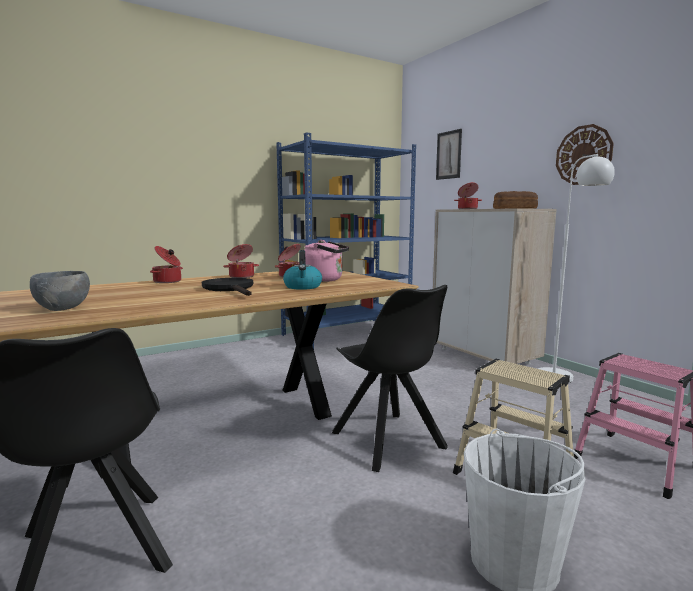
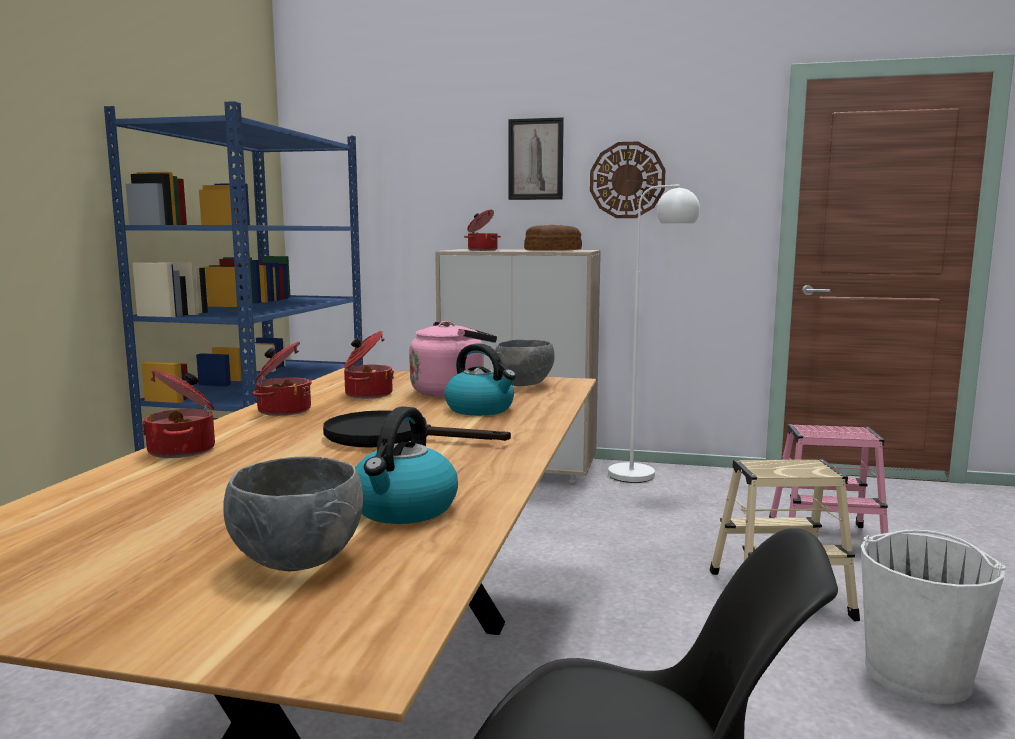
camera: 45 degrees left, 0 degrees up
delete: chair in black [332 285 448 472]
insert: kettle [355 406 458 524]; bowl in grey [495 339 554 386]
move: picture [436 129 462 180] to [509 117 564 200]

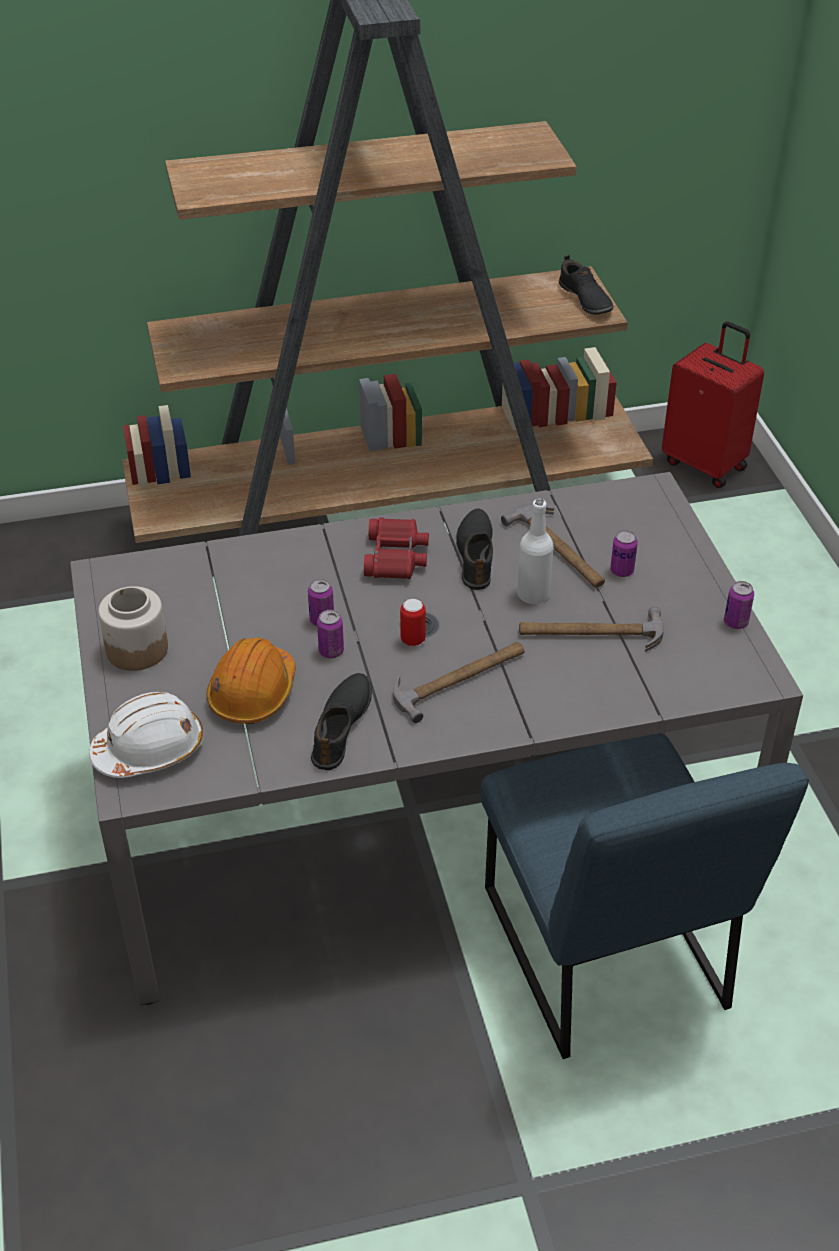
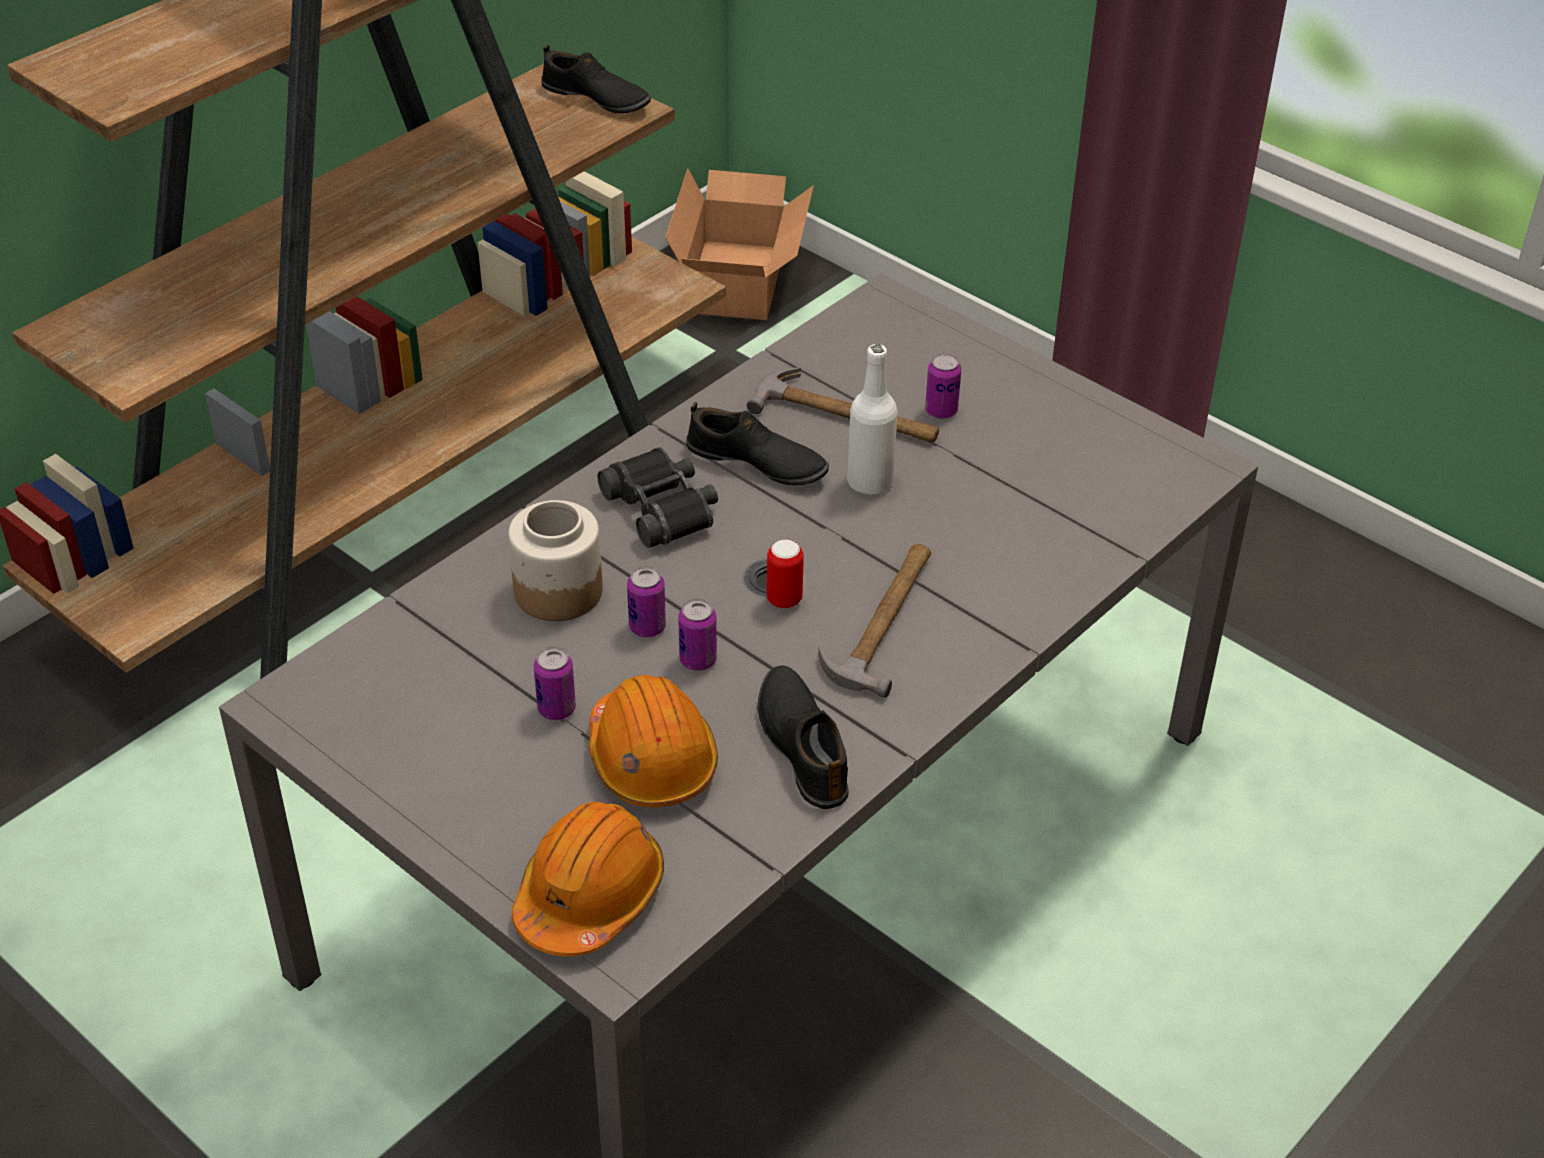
camera: 35 degrees left, 0 degrees up
delete: chair in blue [480 733 809 1059]; hammer [519 607 664 652]
move: jar [98 586 168 671] to [508 500 603 621]; can [724 581 754 629] to [534 647 576 720]
replace: suitcase in red [662 321 764 488] to cardboard box [665 168 814 320]
recolor: hard hat in white [89 692 204 778] to hard hat in orange [512 802 664 956]; binoculars in red [364 517 429 579] to binoculars in black [598 447 718 548]
rotate: shoe in black [456 509 493 590] = [686 402 829 485] 150 degrees clockwise

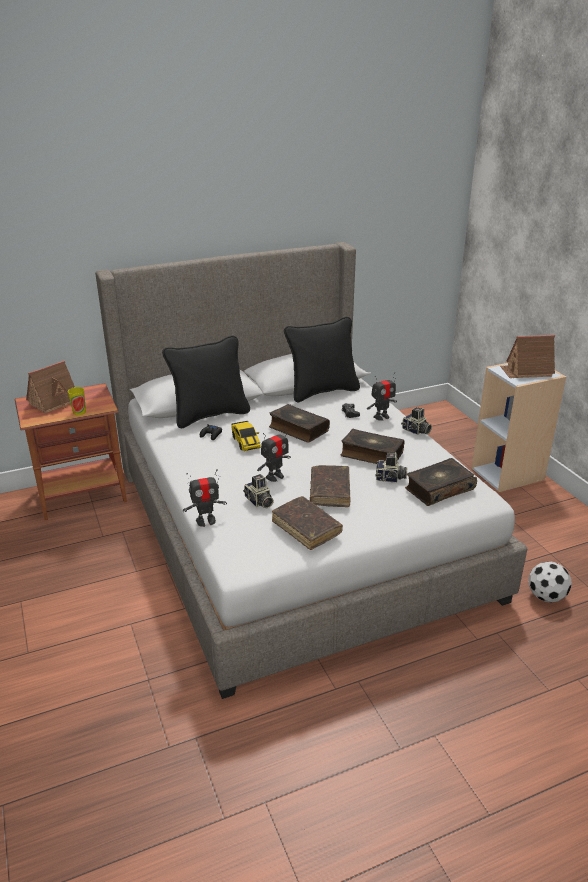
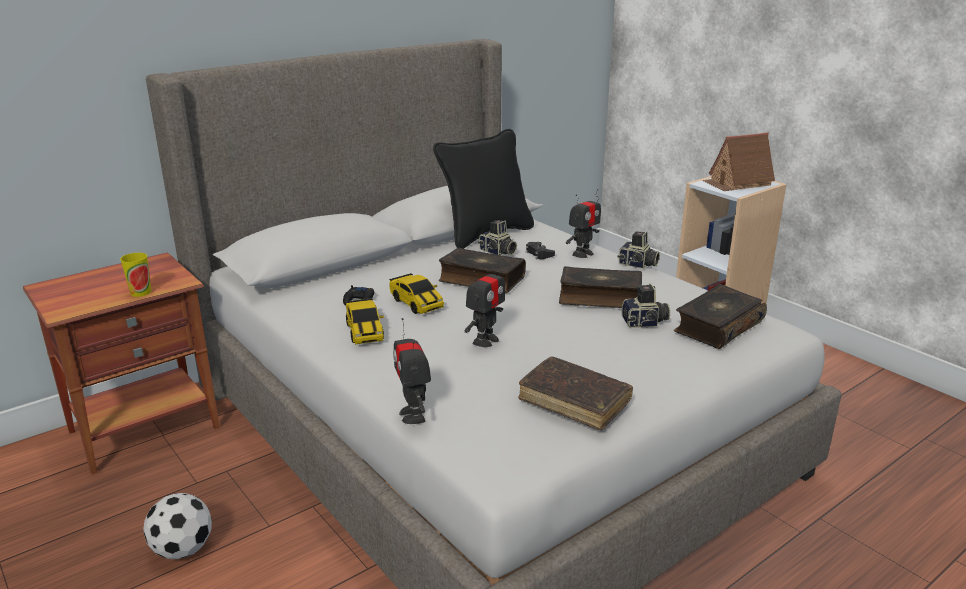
camera: 15 degrees left, 5 degrees down
delete: toy house [26 361 75 413]; pillow in black [162 336 250 428]; book in brown [310 465 351 507]
insert: toy car [345 298 384 344]
move: football [528 561 572 603] to [143 493 212 559]; photo camera [243 474 274 508] to [478 220 517 255]
rotate: toy robot [183 473 227 527] = [393 318 431 424] 105 degrees clockwise

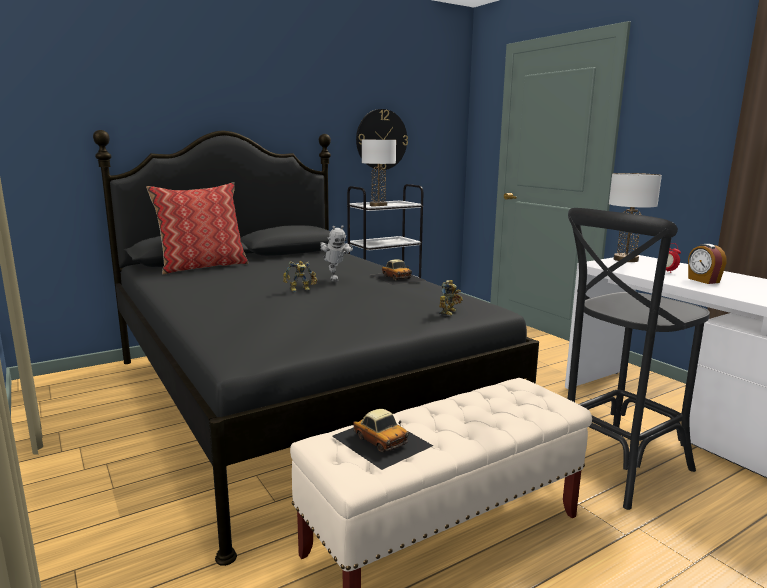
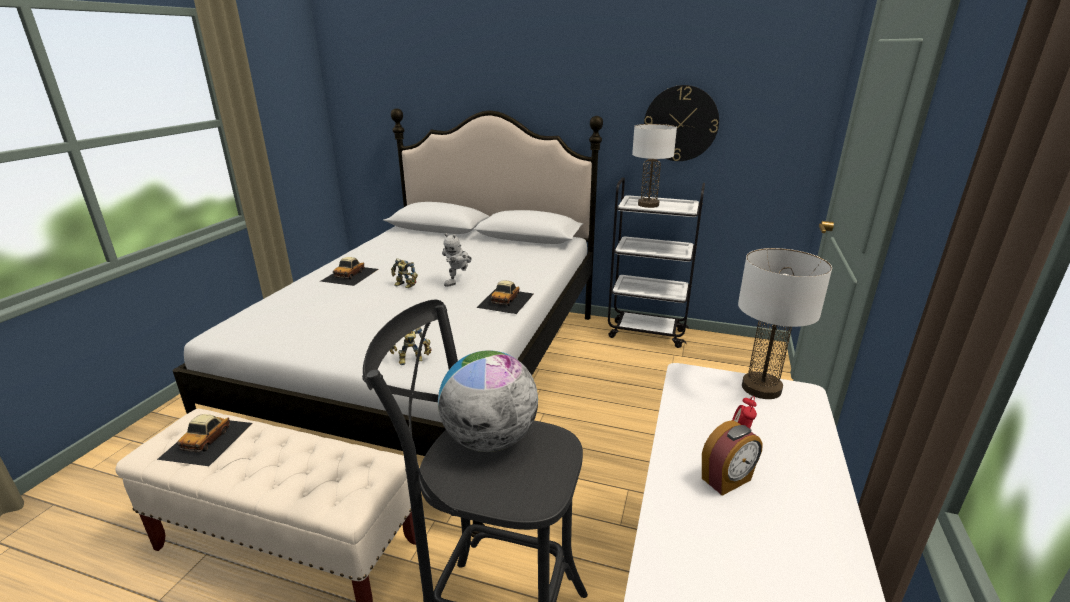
camera: 50 degrees right, 10 degrees up
delete: pillow [146 182 248 275]
insert: toy car [320 257 378 286]; globe [438 350 538 452]
recolor: bed in black [93 130 539 566] to bed in white [172 108 603 538]
rotate: alarm clock [688 244 726 284] = [702 420 763 496] 150 degrees counterclockwise

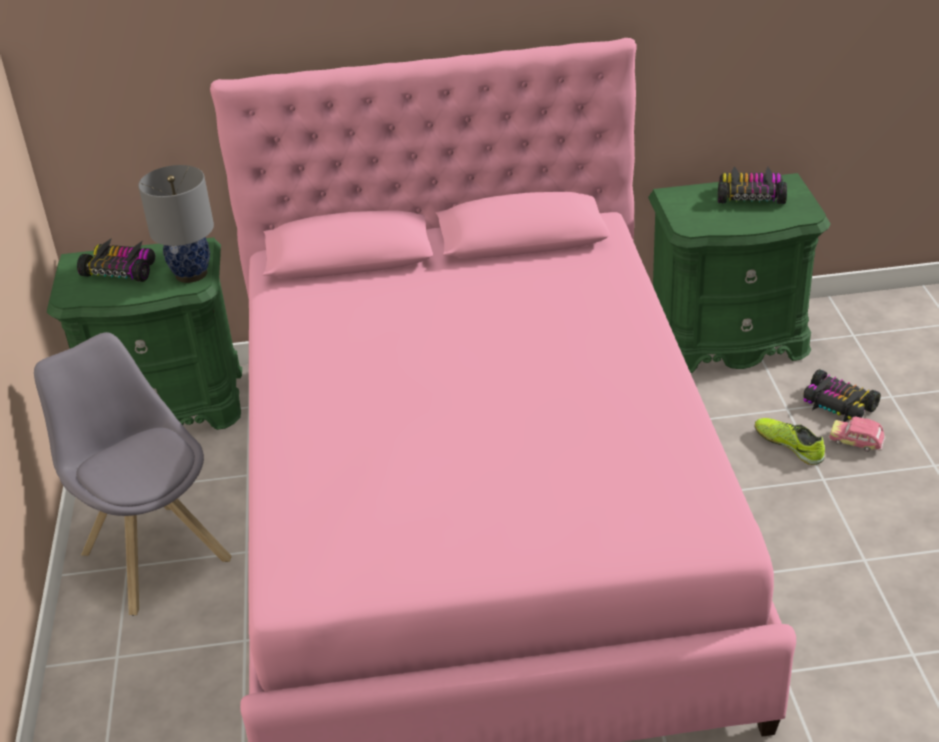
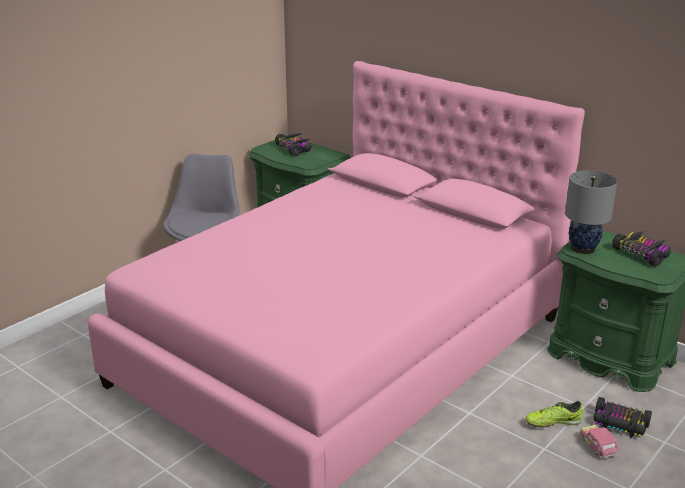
camera: 45 degrees right, 10 degrees down
move: table lamp in grey [138 165 214 283] to [565 171 617 254]
rotate: shoe [755 418 825 465] = [525 401 583 428] 105 degrees counterclockwise; toy car [803 369 881 422] = [594 397 652 439] 60 degrees counterclockwise

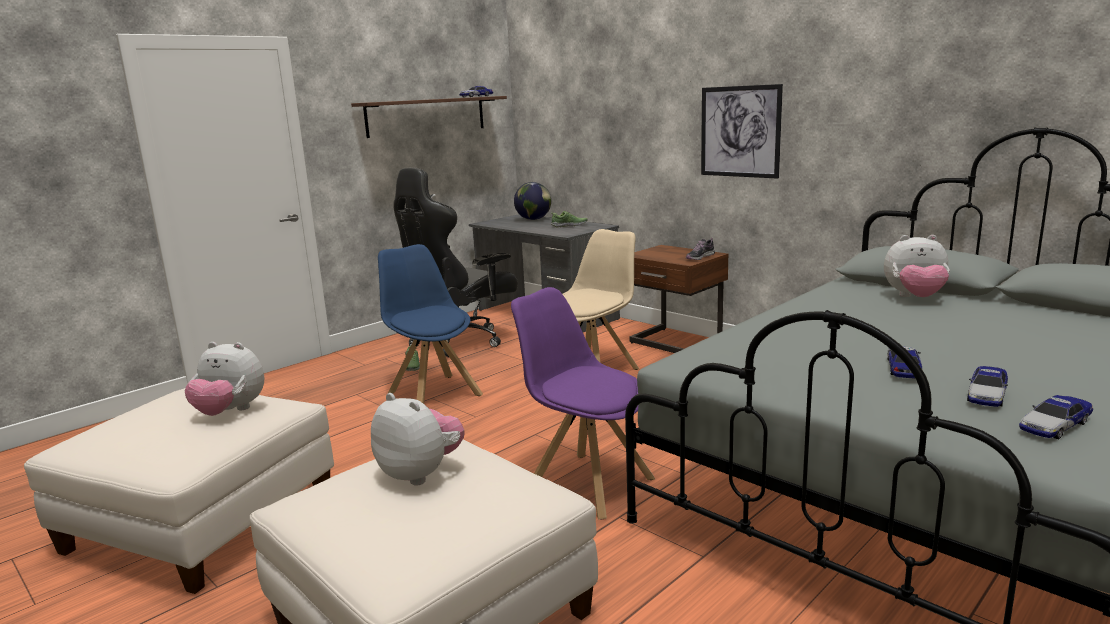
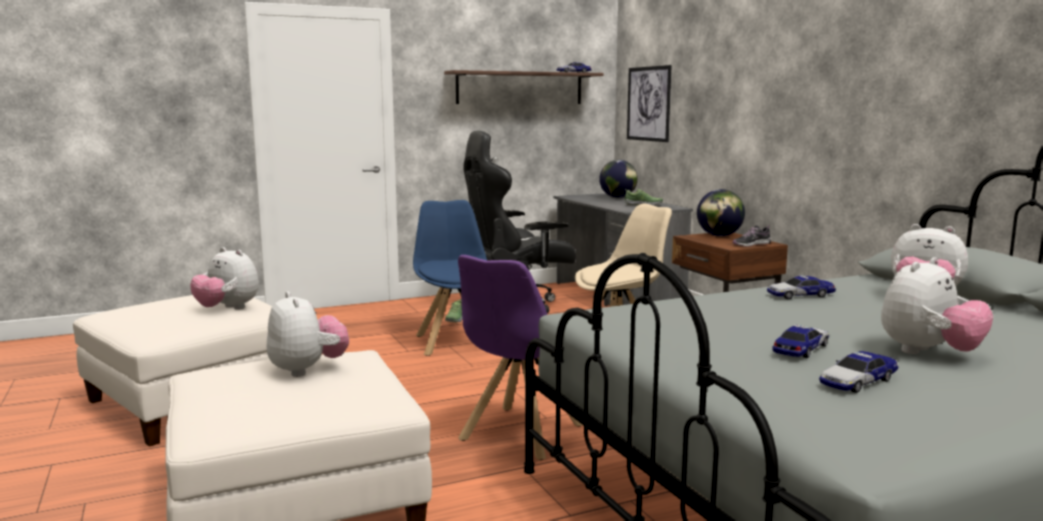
camera: 20 degrees right, 5 degrees down
insert: globe [697 189 745 236]; plush toy [881 257 993 354]
move: picture [701 84 783 179] to [627 65 672 142]; toy car [1019 395 1093 439] to [767 275 836 299]
rotate: chair in purple [511 287 655 519] = [458 255 583 460] 120 degrees counterclockwise

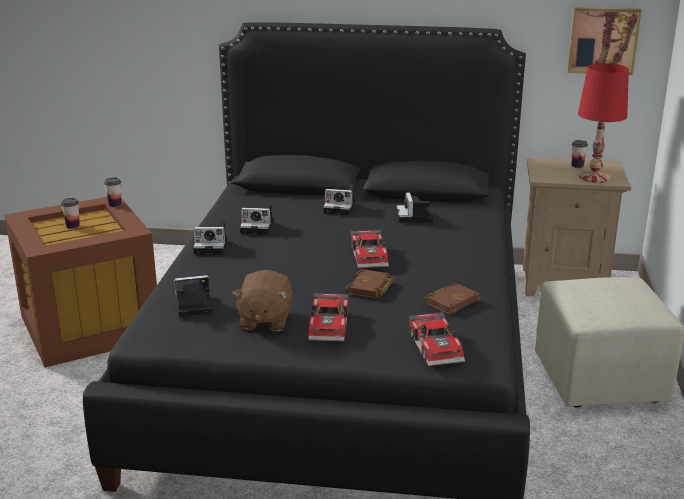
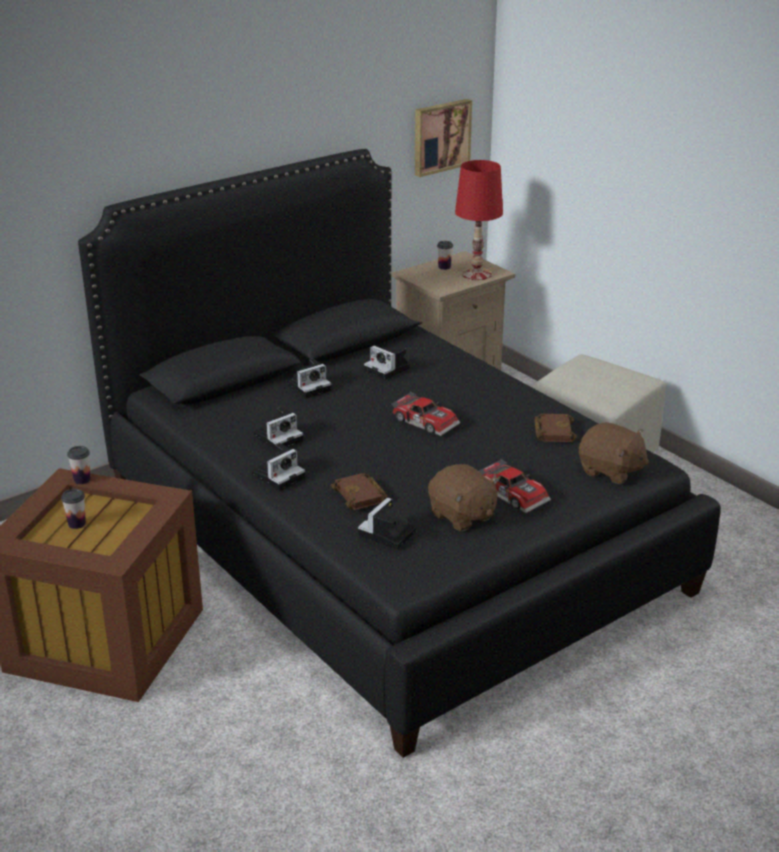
camera: 45 degrees left, 5 degrees up
move: book in brown [345 269 394 299] to [331 473 388 510]
replace: toy car [409 311 465 366] to plush toy in brown [579 422 649 484]

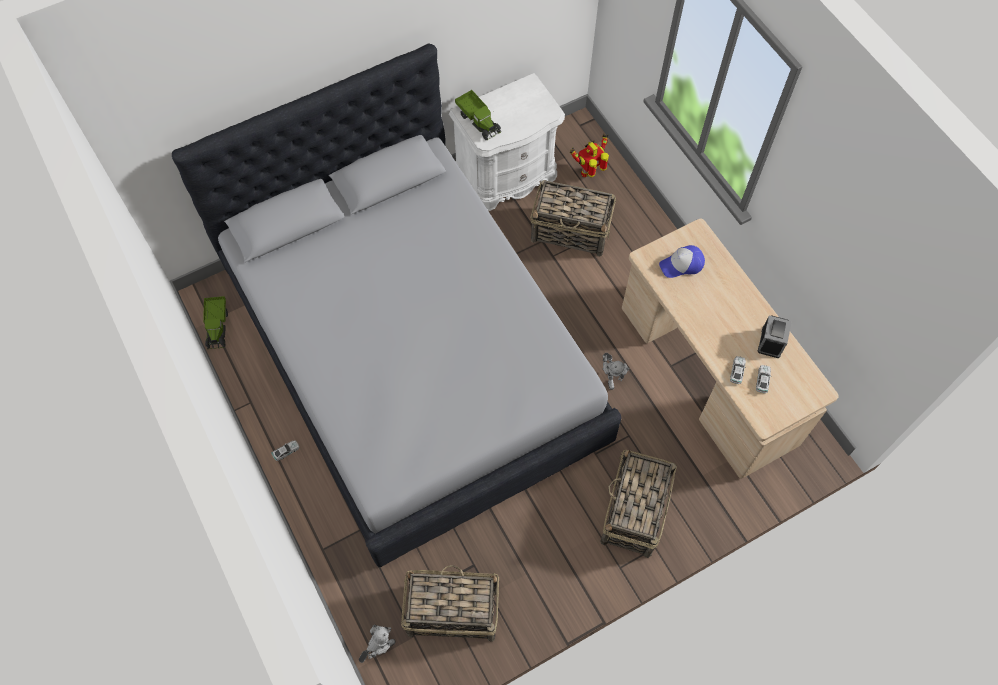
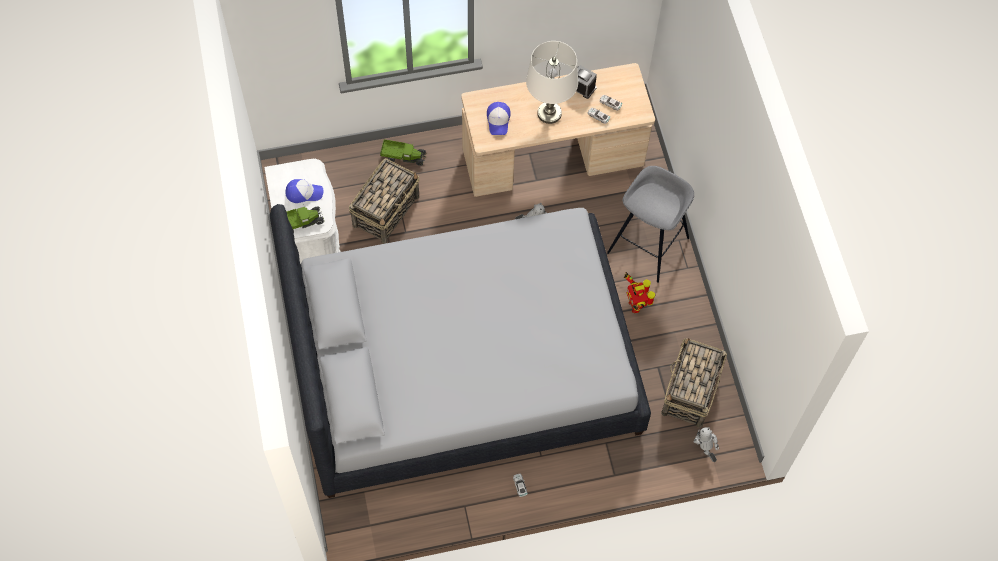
camera: 75 degrees left, 0 degrees up
insert: cap [285 179 323 203]; table lamp in white [526 41 578 124]
move: toy truck [203 296 228 349] to [380 139 426 166]; toy robot [569 134 609 177] to [624 272 655 313]
replace: basket [600 450 677 558] to stool in grey [607 166 694 283]

